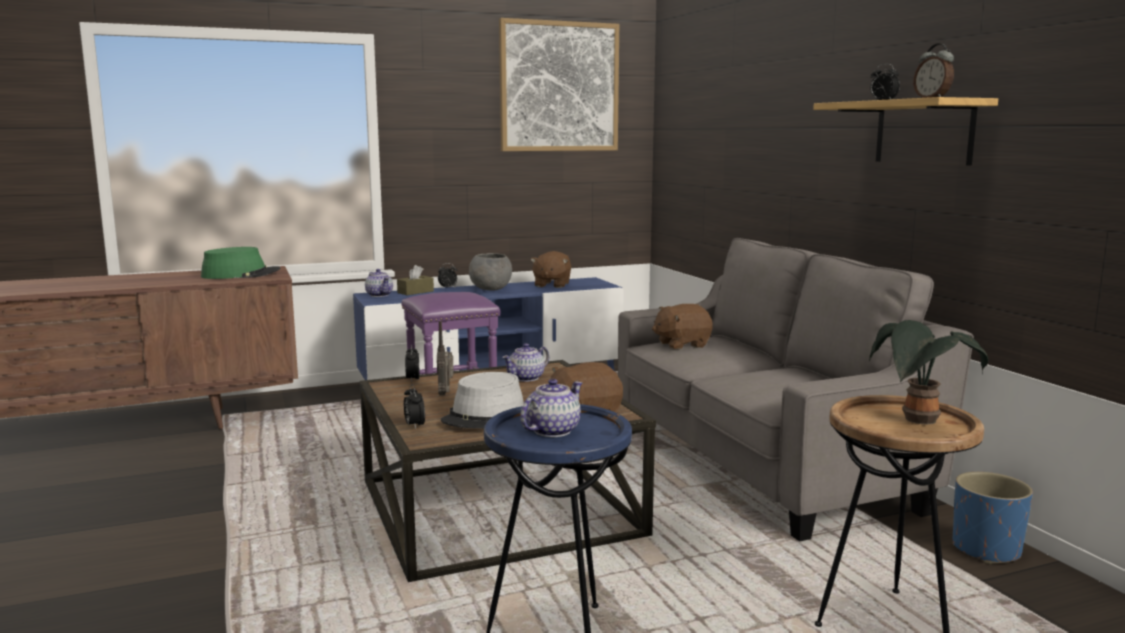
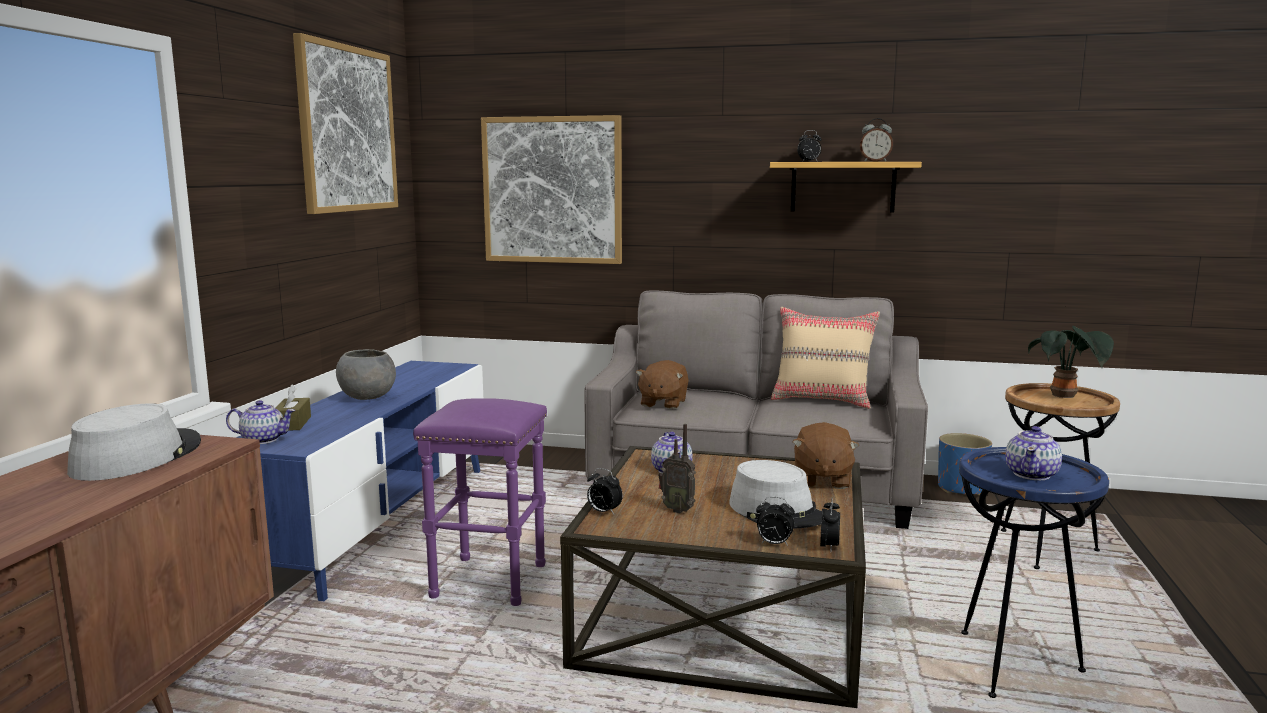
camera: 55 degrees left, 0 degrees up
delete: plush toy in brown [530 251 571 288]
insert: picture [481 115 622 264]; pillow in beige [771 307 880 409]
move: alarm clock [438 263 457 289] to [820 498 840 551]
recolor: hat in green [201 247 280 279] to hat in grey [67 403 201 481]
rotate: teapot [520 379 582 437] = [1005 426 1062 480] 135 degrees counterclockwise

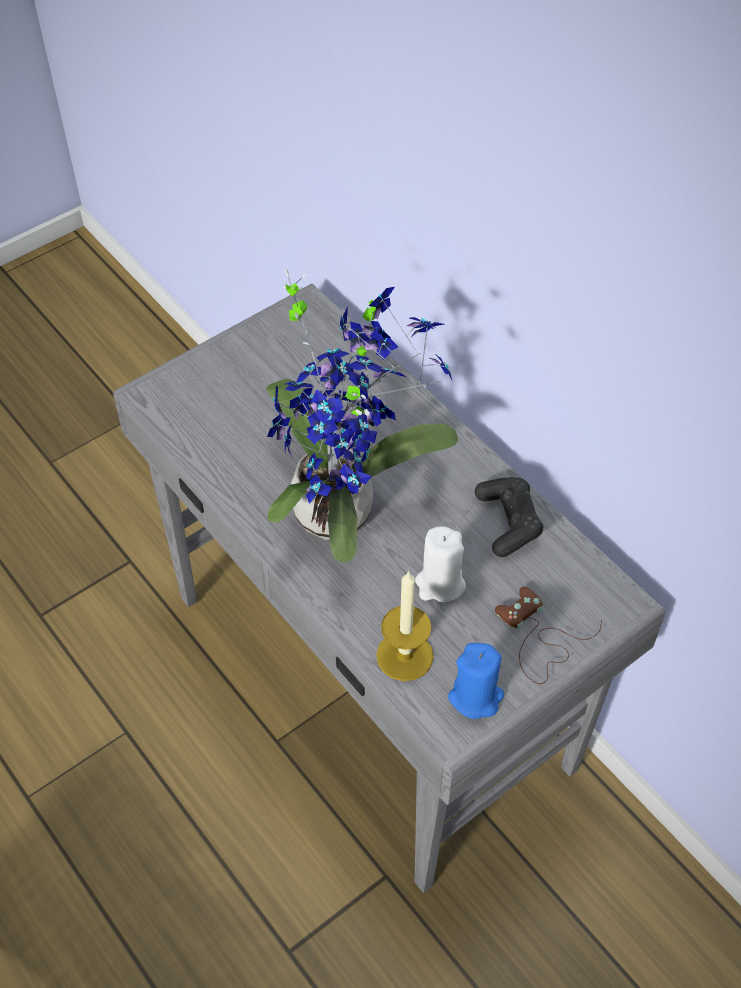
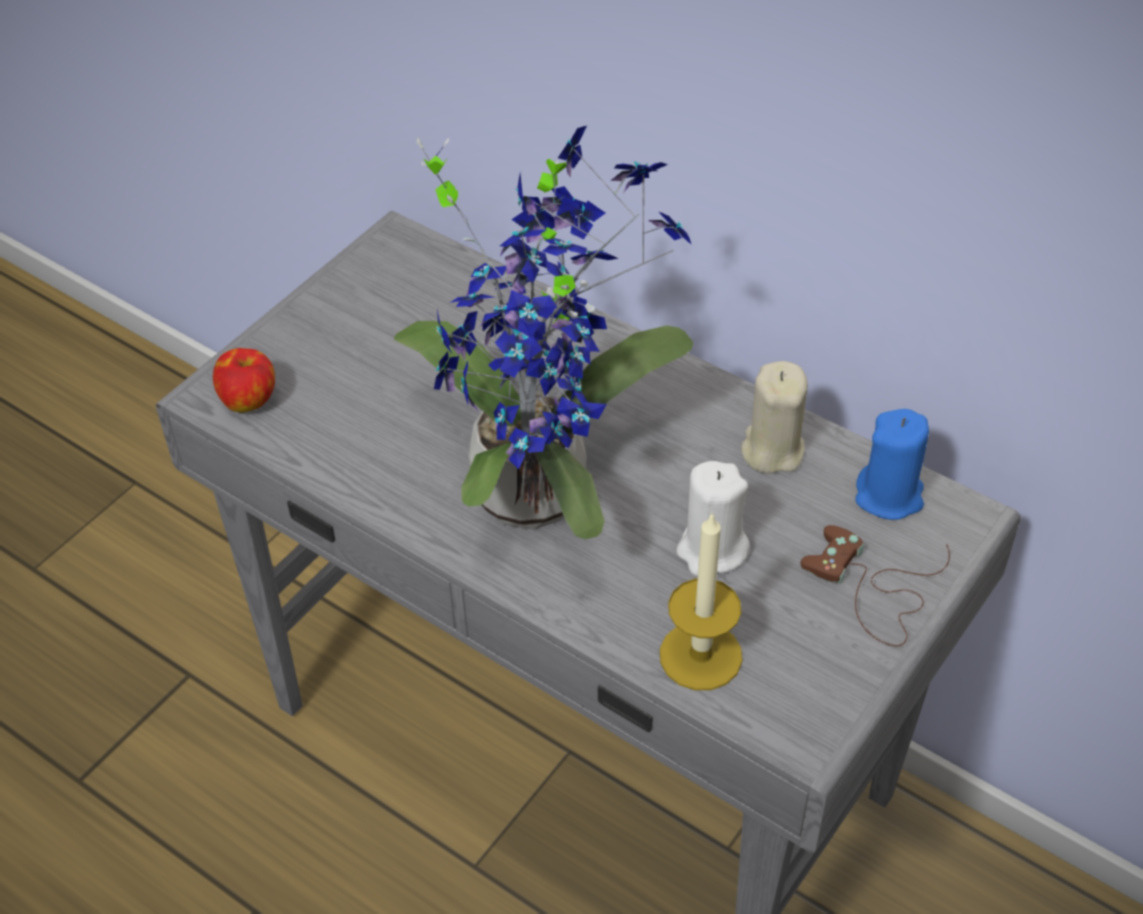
camera: 15 degrees left, 5 degrees down
insert: apple [213 348 275 412]
move: candle in blue [448 643 504 719] to [855 409 929 520]
replace: game controller in black [475 477 543 557] to candle in beige [741 361 808 474]

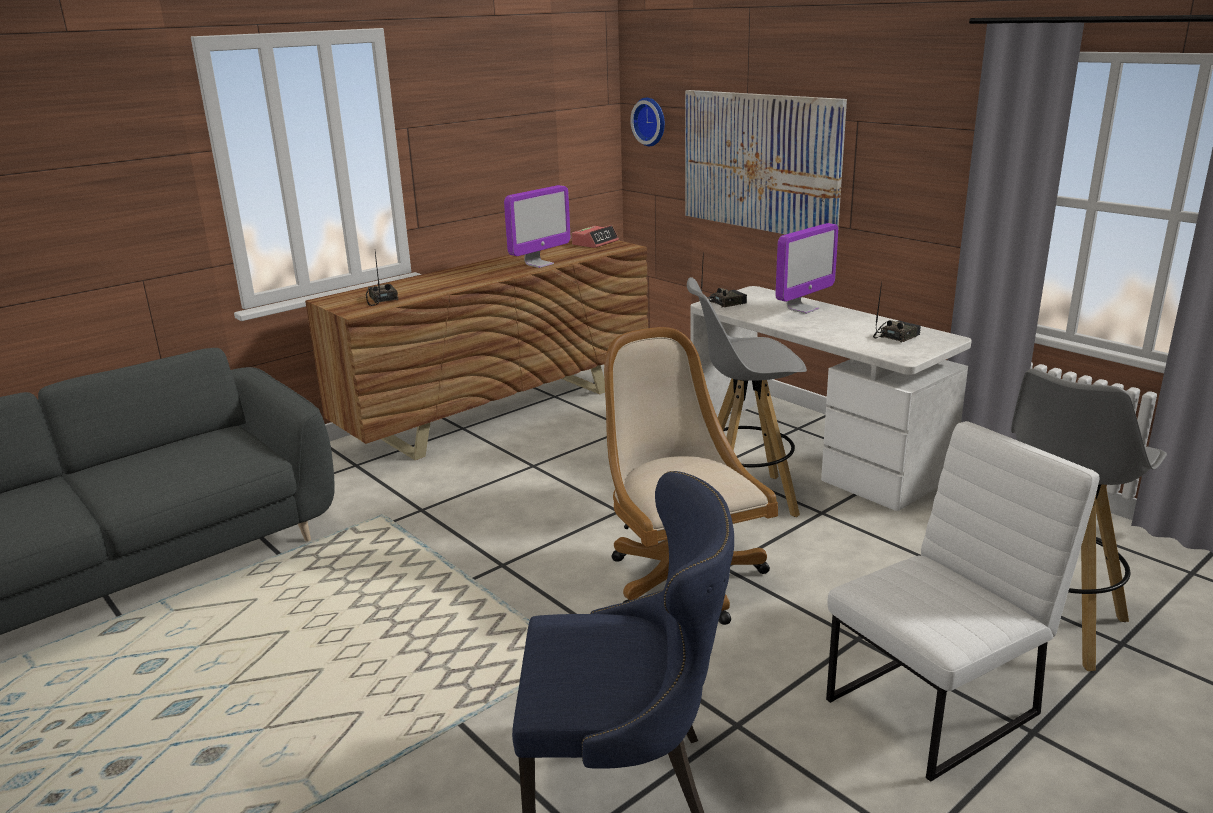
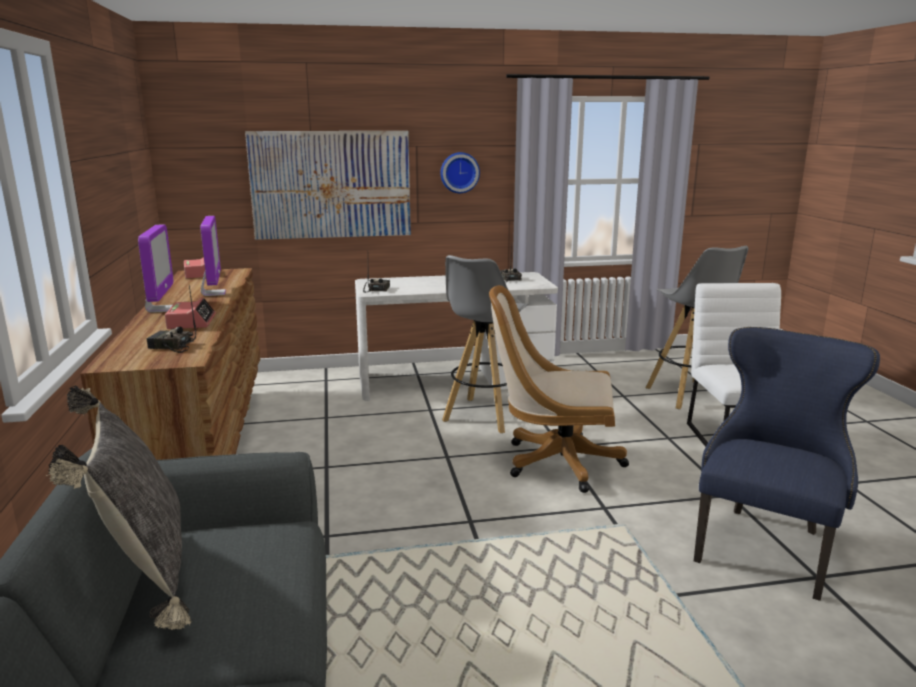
camera: 60 degrees left, 5 degrees down
insert: pillow [46 385 192 630]; alarm clock [165 298 216 329]
move: monitor [775 223 838 314] to [138 224 173 313]; wall clock [630 98 665 146] to [441 152 480 193]

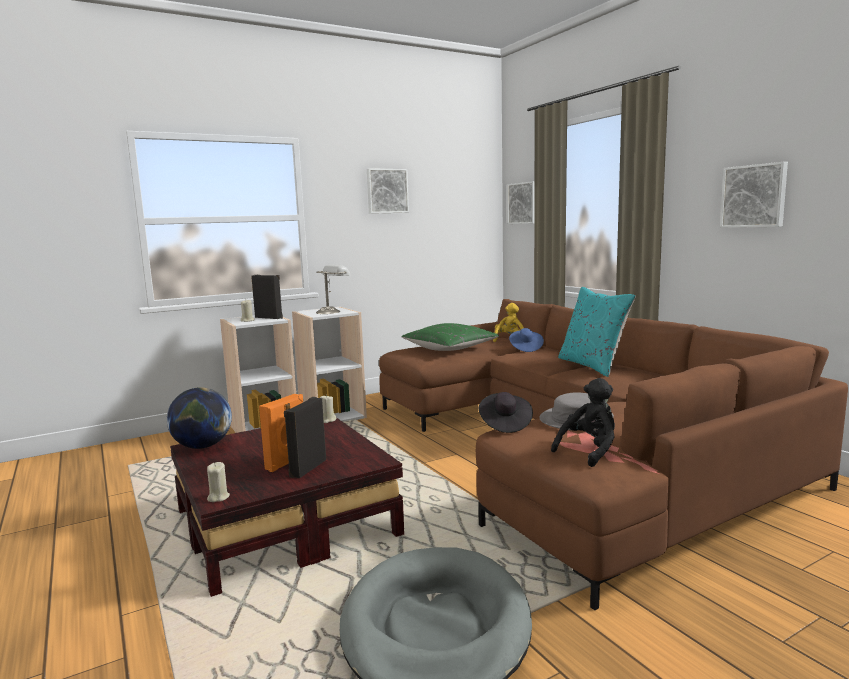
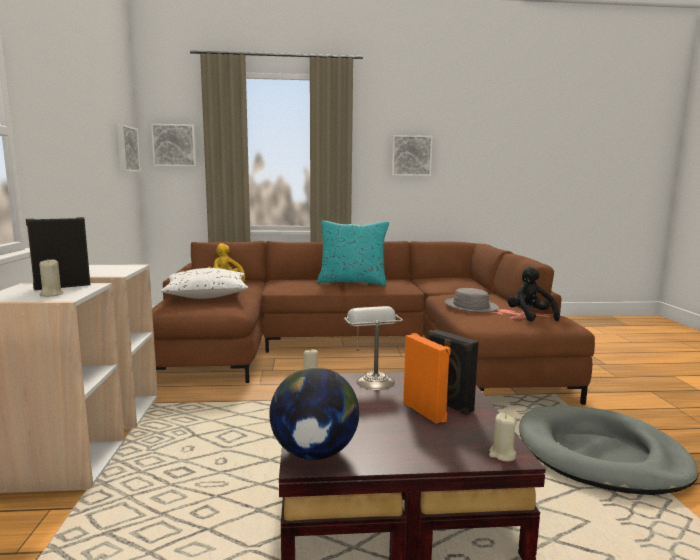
camera: 65 degrees left, 0 degrees up
delete: hat in black [479 392 533 433]; hat in blue [509 328 544 352]
move: picture [367 168 409 214] to [117 124 141 172]; table lamp in white [316 265 350 314] to [344 306 403 390]
recolor: pillow in green [401 323 499 351] to pillow in white [161 268 248 299]

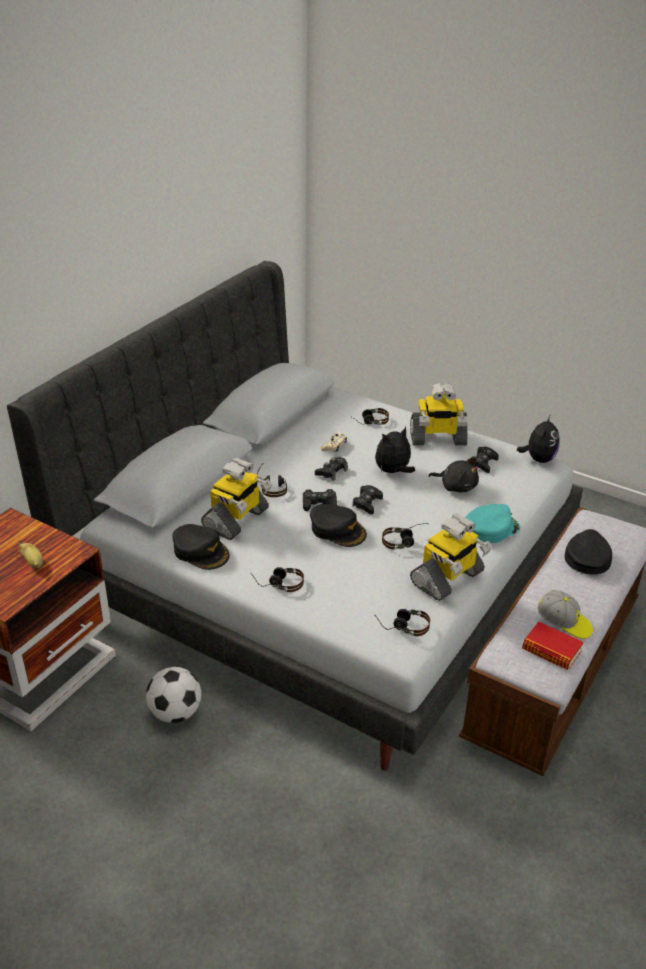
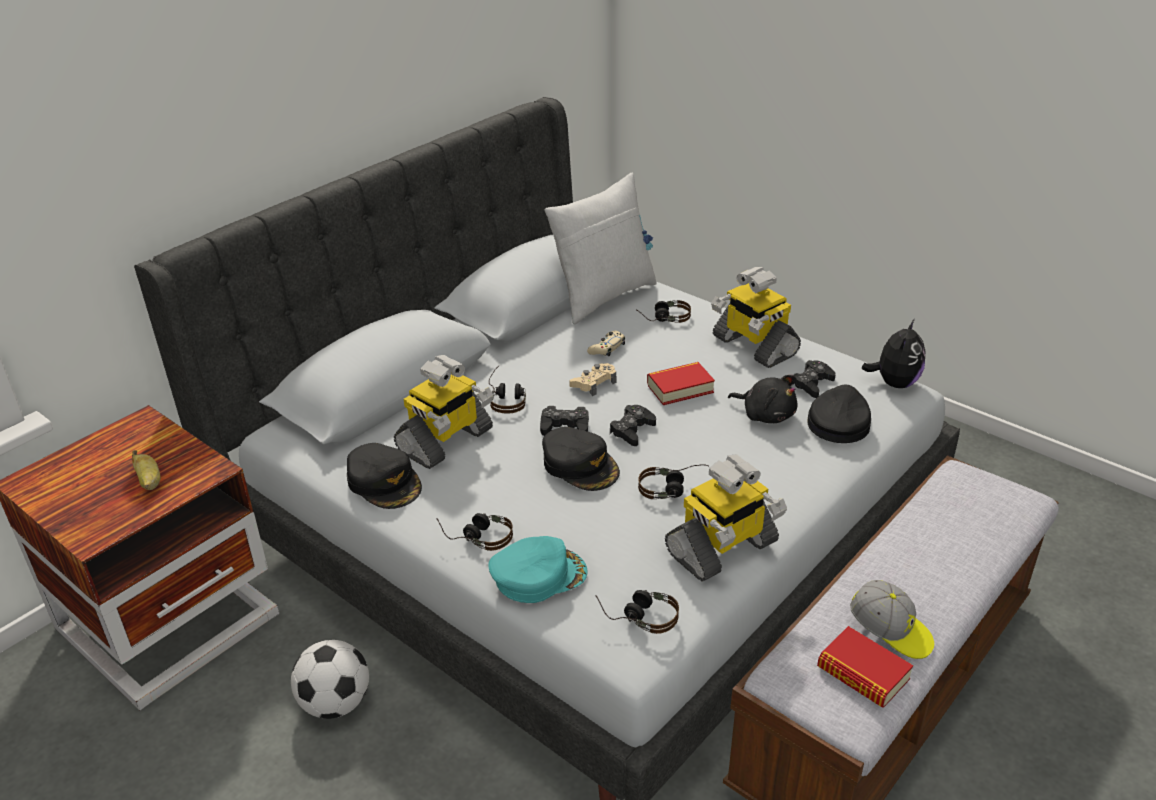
camera: 10 degrees right, 0 degrees up
insert: pillow in grey [544 173 657 324]
move: cap in turquoise [465 504 520 543] to [488 536 588 603]; cap in black [564 529 612 574] to [807 384 871 443]
replace: plush toy [375 427 415 473] to book [647 362 715 405]
recolor: game controller in black [315 457 348 481] to game controller in beige [569 363 617 396]
rotate: toy robot [410 383 468 445] = [711 267 801 368] 45 degrees clockwise

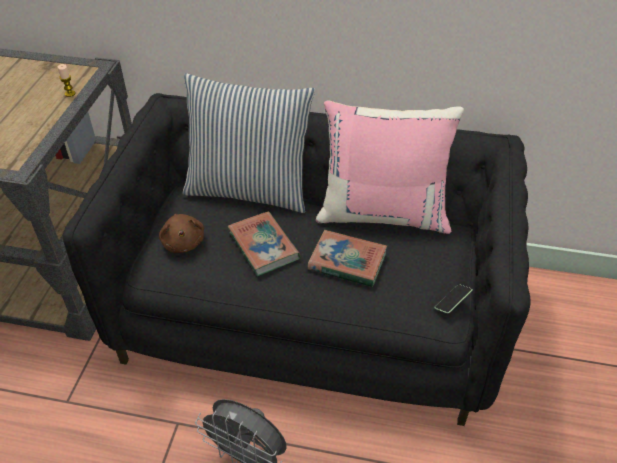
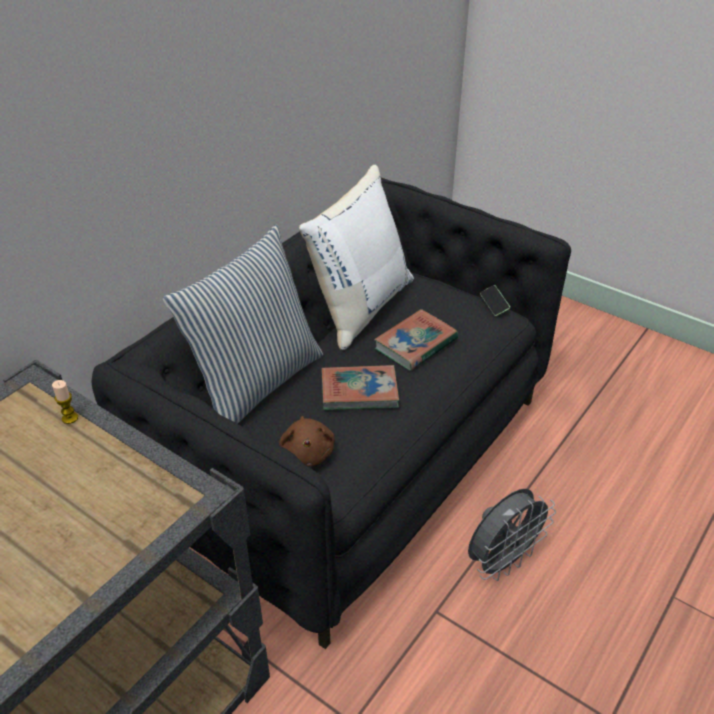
camera: 65 degrees left, 5 degrees down
recolor: pillow in pink [316 100 464 234] to pillow in white [299 165 414 350]
rotate: plush toy in brown [159 214 204 253] = [279 416 335 466] 75 degrees clockwise

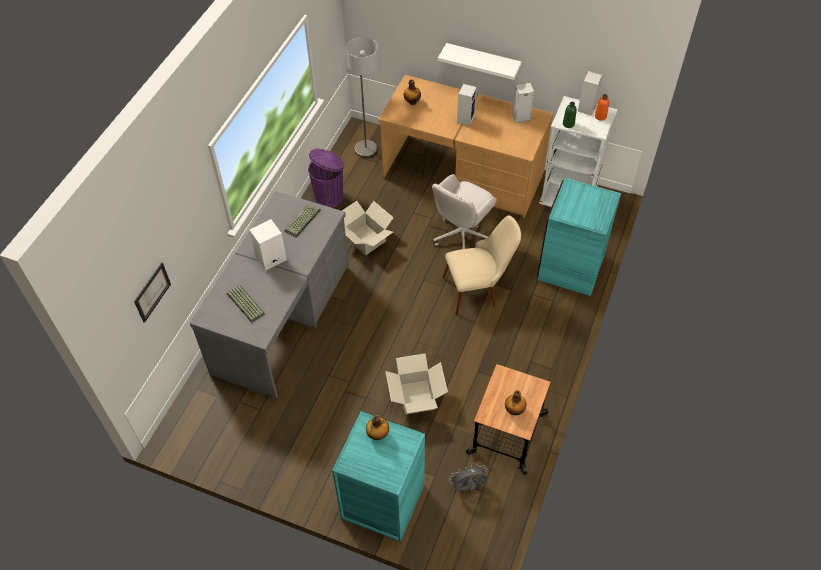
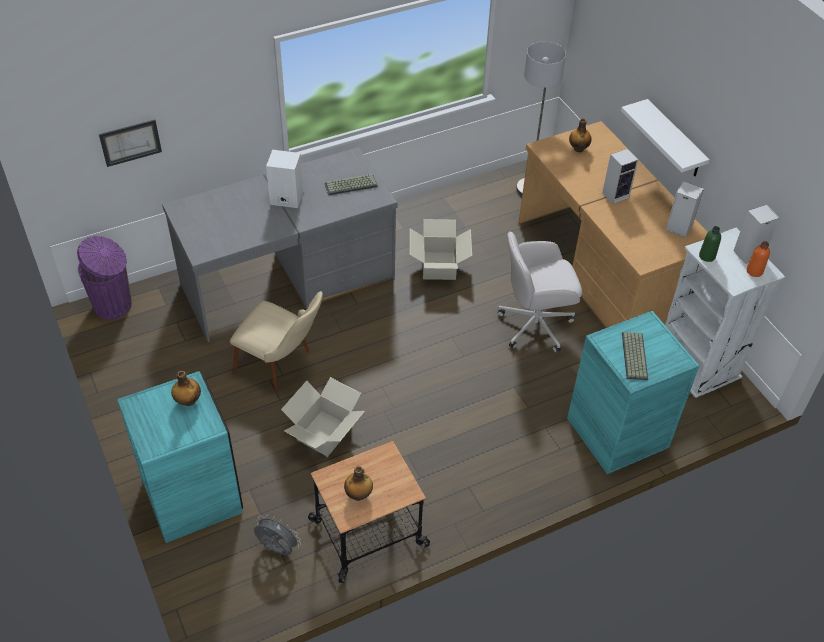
camera: 40 degrees right, 5 degrees down
move: trash can in purple [308 149 344 208] to [77 236 132 319]; chair in beige [443 216 521 315] to [230 291 323 393]; keyboard [227 285 265 323] to [622 332 648 380]

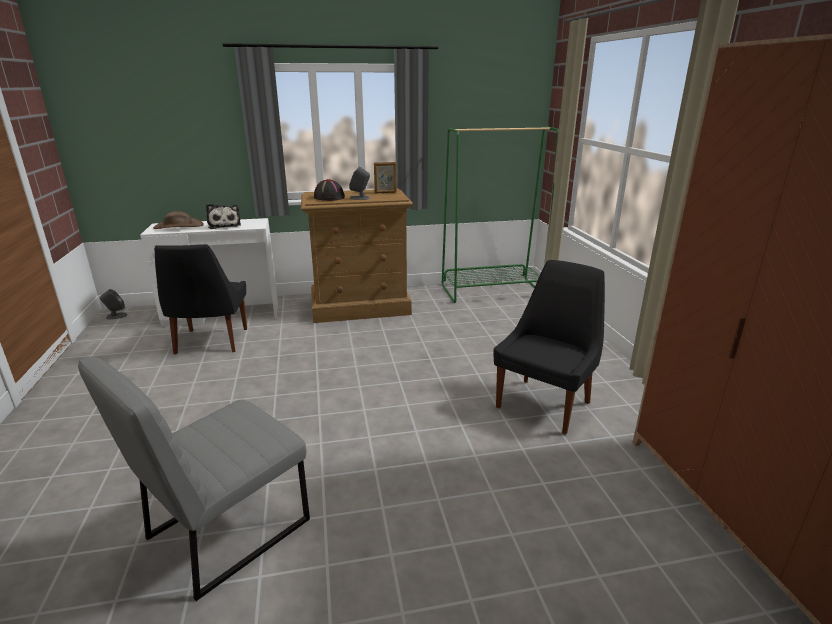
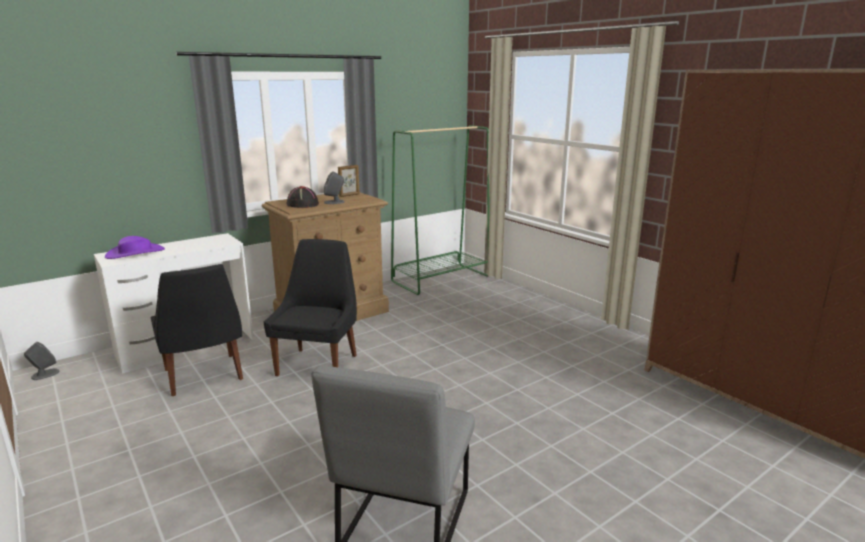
camera: 25 degrees left, 5 degrees down
delete: plush toy [206 203 241 229]
move: chair in black [494 260 605 434] to [264 239 357 376]
recolor: hat in brown [153 211 204 229] to hat in purple [105 236 165 259]

